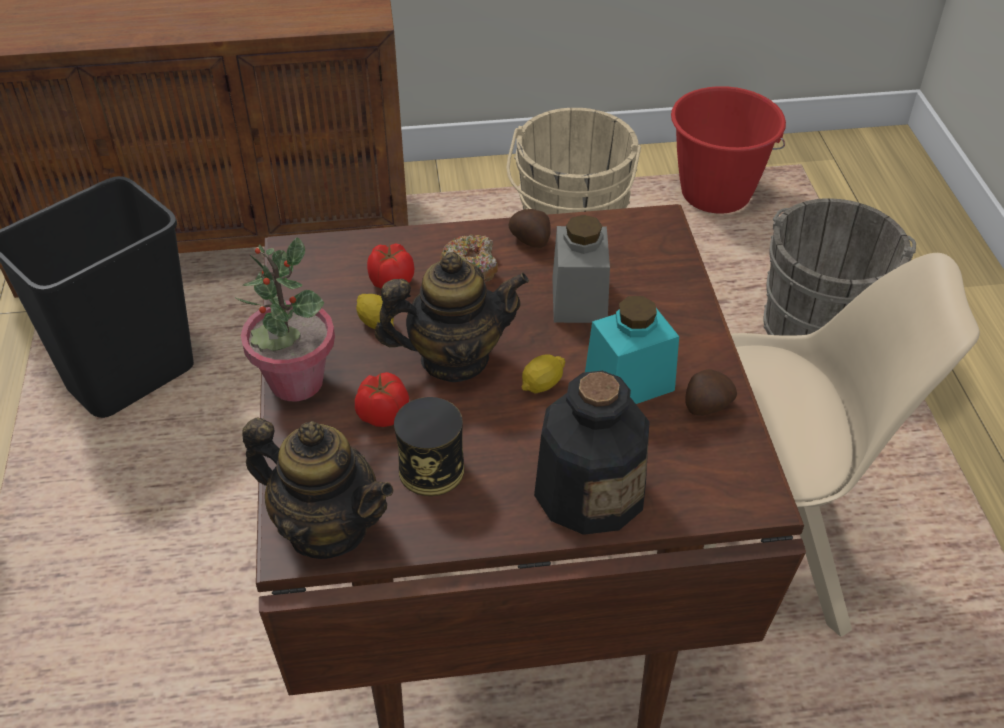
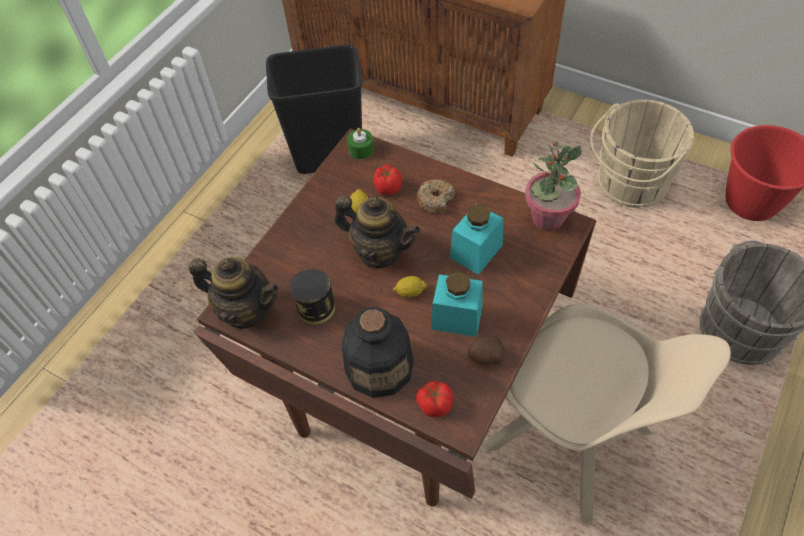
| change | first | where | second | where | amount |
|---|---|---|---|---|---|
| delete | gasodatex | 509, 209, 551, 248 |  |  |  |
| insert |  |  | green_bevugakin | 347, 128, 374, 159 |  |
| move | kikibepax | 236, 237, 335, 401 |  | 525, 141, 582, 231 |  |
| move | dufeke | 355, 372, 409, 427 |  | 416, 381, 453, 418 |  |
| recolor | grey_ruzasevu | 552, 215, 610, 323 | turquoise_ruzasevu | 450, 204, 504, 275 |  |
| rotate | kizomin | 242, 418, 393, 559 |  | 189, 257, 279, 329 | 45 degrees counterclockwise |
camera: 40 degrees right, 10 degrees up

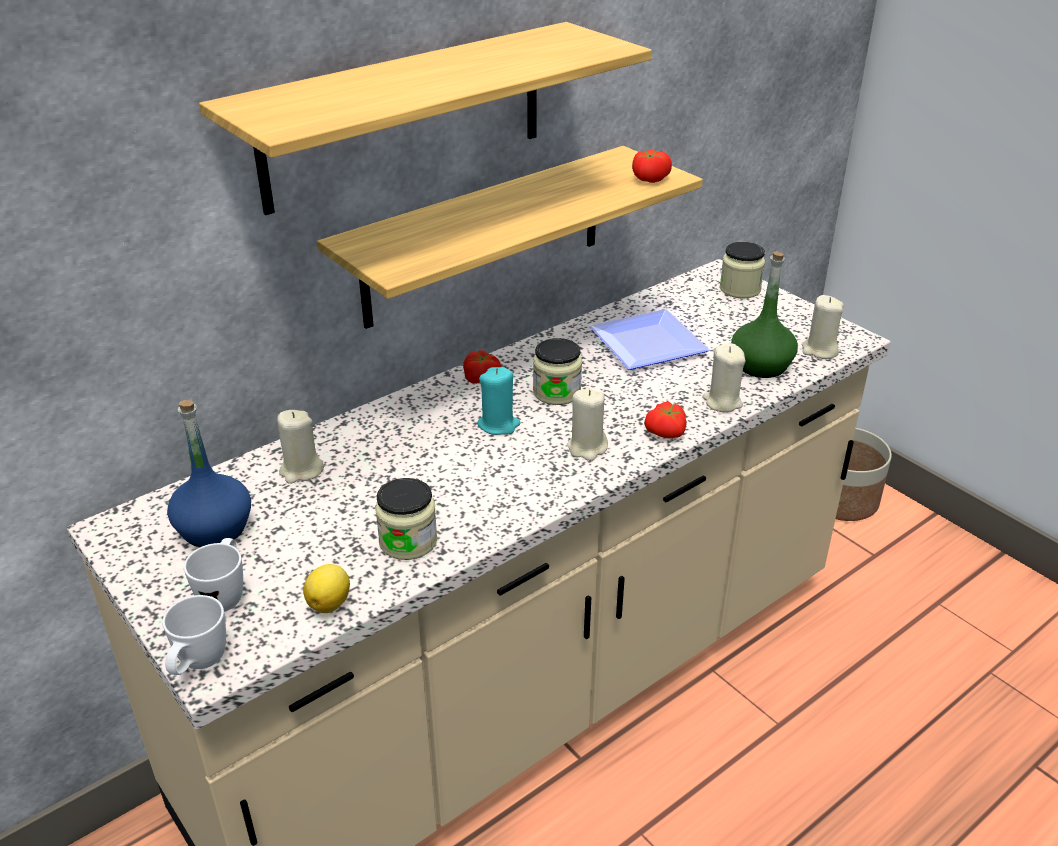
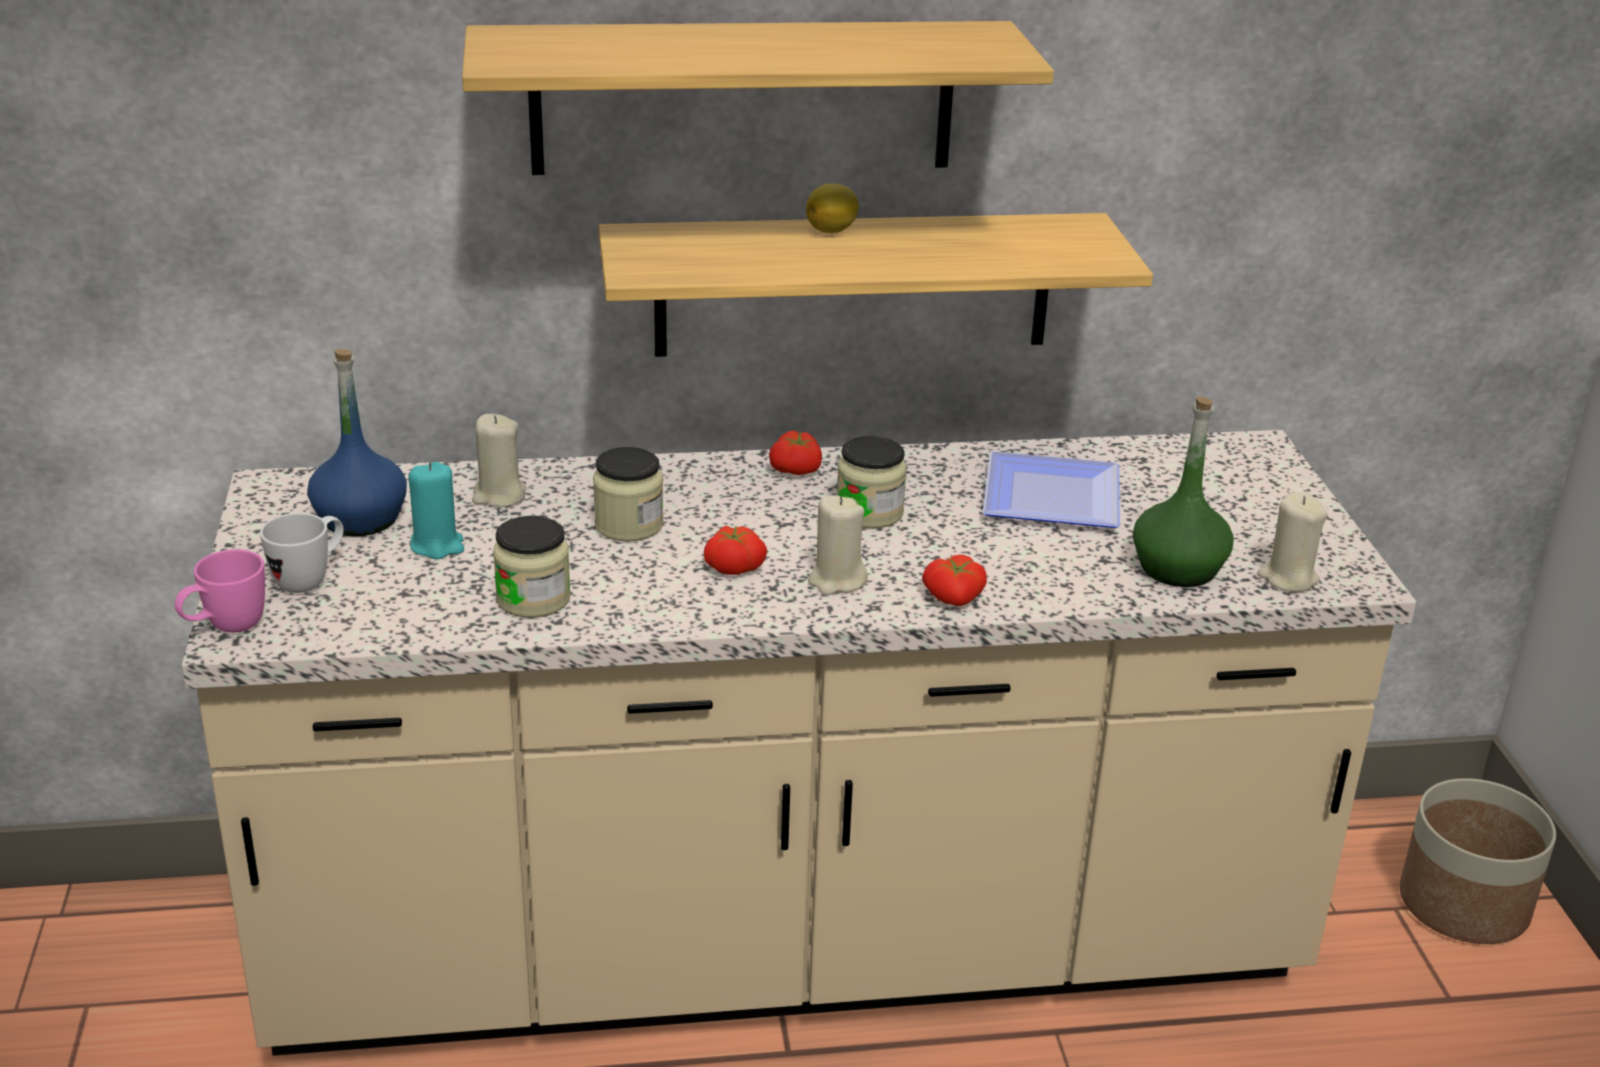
| change | first | where | second | where | amount |
|---|---|---|---|---|---|
| delete | beige_bevugakin | 702, 343, 745, 412 |  |  |  |
| move | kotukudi | 303, 564, 350, 613 |  | 806, 184, 859, 233 |  |
| move | turquoise_bevugakin | 477, 367, 521, 435 |  | 408, 462, 464, 559 |  |
| move | dufeke | 632, 150, 672, 183 |  | 704, 525, 767, 575 |  |
| move | ruzasevu | 720, 242, 765, 299 |  | 593, 447, 664, 542 |  |
| recolor | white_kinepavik | 162, 595, 226, 675 | pink_kinepavik | 175, 549, 265, 633 |  |
camera: 30 degrees right, 5 degrees down

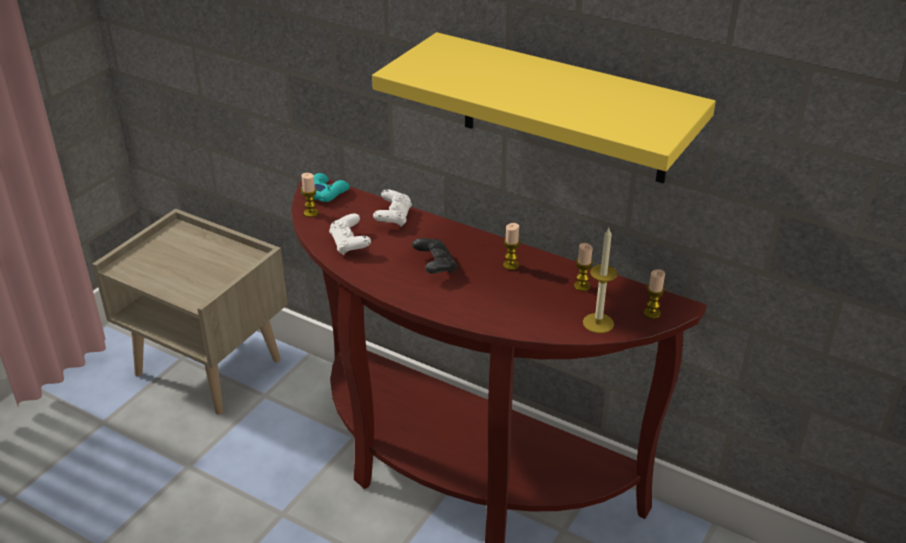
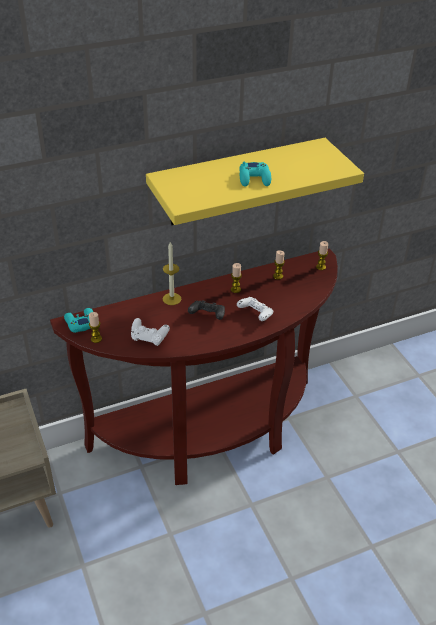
| change | first | where | second | where | amount |
|---|---|---|---|---|---|
| insert |  |  | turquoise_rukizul | 239, 162, 271, 187 |  |
| move | white_rukizul | 373, 189, 412, 227 |  | 237, 297, 273, 321 |  |
| move | bevugakin | 583, 228, 618, 333 |  | 163, 242, 182, 305 |  |
camera: 55 degrees left, 5 degrees up

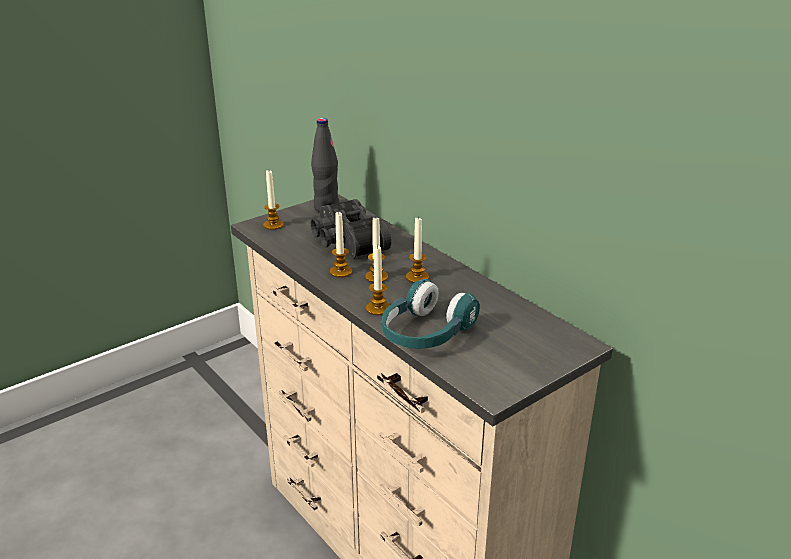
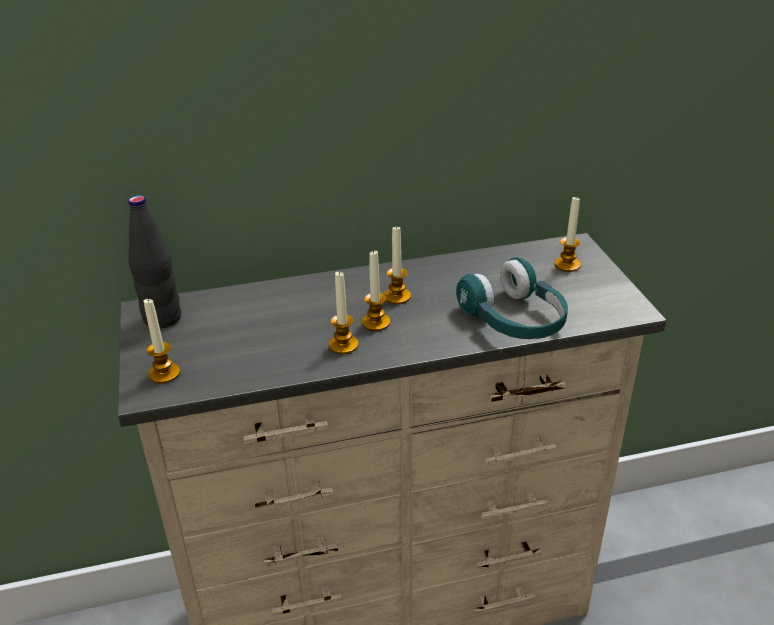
| change | first | where | second | where | amount |
|---|---|---|---|---|---|
| delete | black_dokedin | 311, 199, 392, 258 |  |  |  |
| move | bevugakin | 366, 245, 390, 315 |  | 554, 197, 581, 272 |  |
camera: 65 degrees left, 5 degrees up

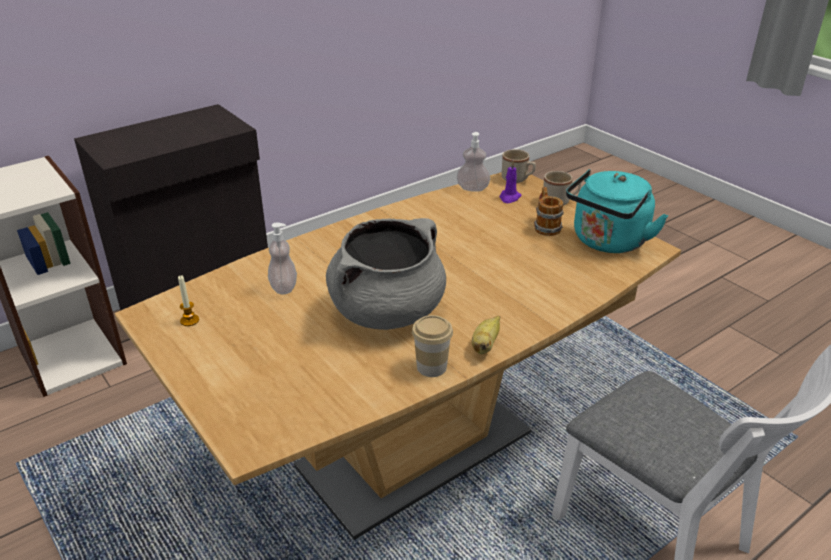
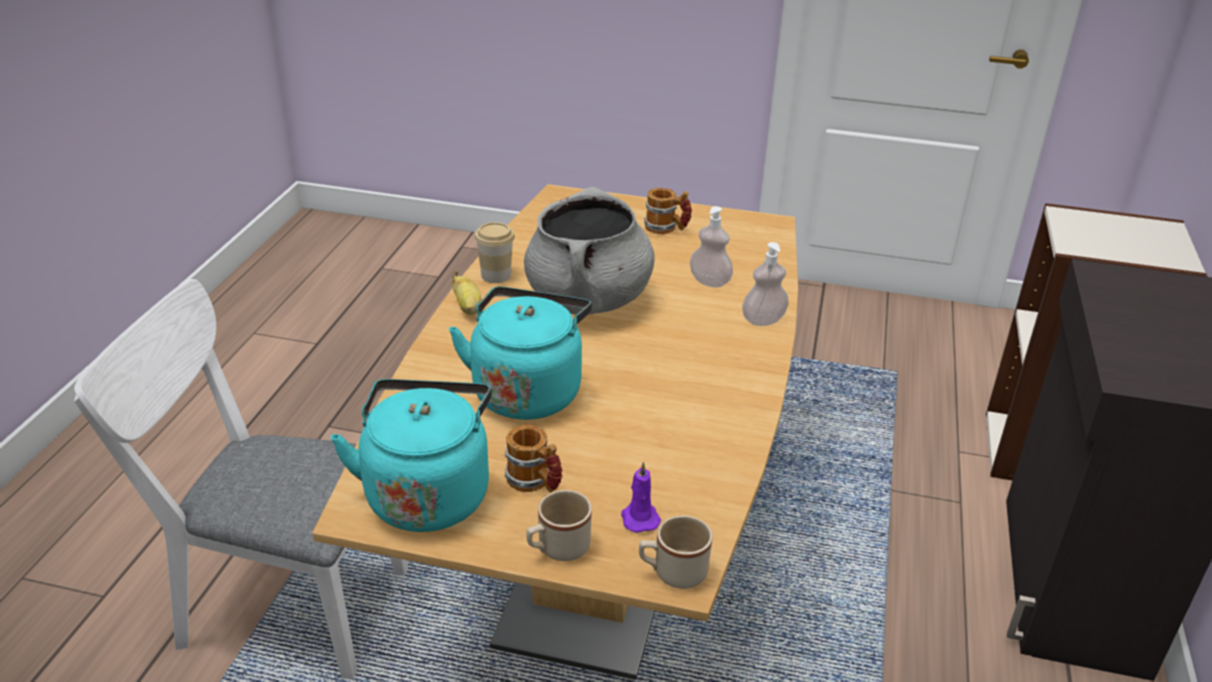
| change | first | where | second | where | amount |
|---|---|---|---|---|---|
| delete | bevugakin | 178, 275, 199, 326 |  |  |  |
| insert |  |  | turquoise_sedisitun | 449, 287, 592, 420 |  |
| insert |  |  | kinepavik | 644, 188, 692, 234 |  |
| move | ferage | 457, 132, 490, 192 |  | 742, 242, 789, 326 |  |
camera: 140 degrees right, 0 degrees up

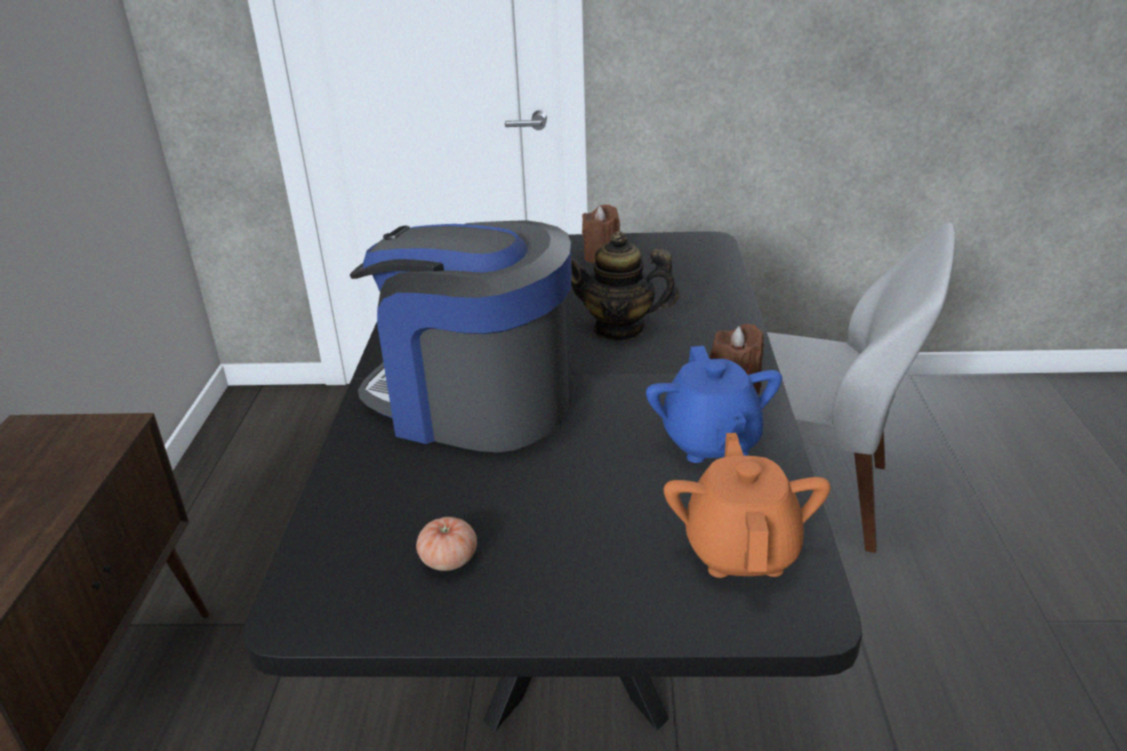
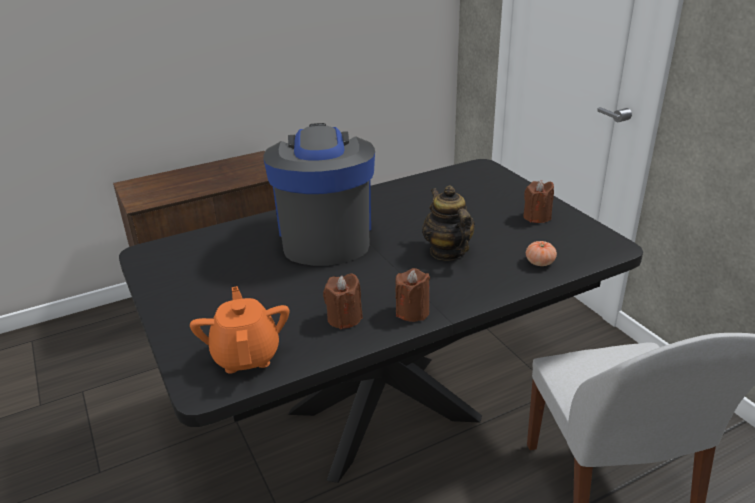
| change | first | where | second | where | amount |
|---|---|---|---|---|---|
| move | dufeke | 416, 517, 477, 571 |  | 526, 241, 557, 266 |  |
| replace | blue_kizomin | 646, 346, 782, 463 | brown_bevugakin | 323, 273, 363, 329 |  |
| rotate | orange_kizomin | 664, 433, 831, 578 |  | 190, 286, 289, 374 | 75 degrees counterclockwise |
camera: 60 degrees right, 0 degrees up

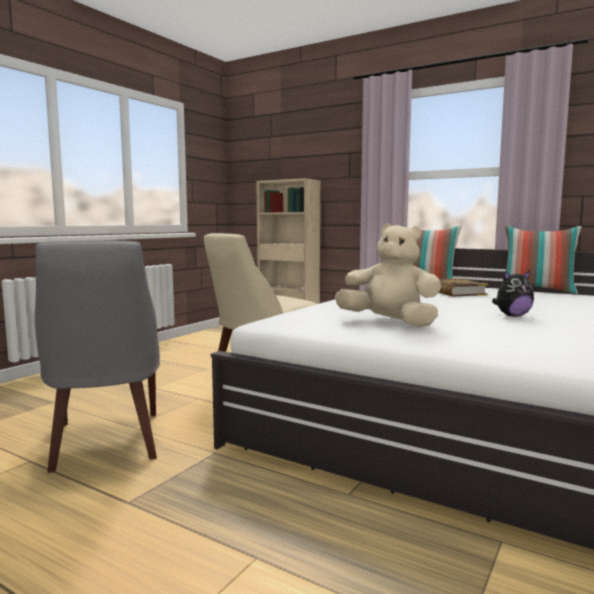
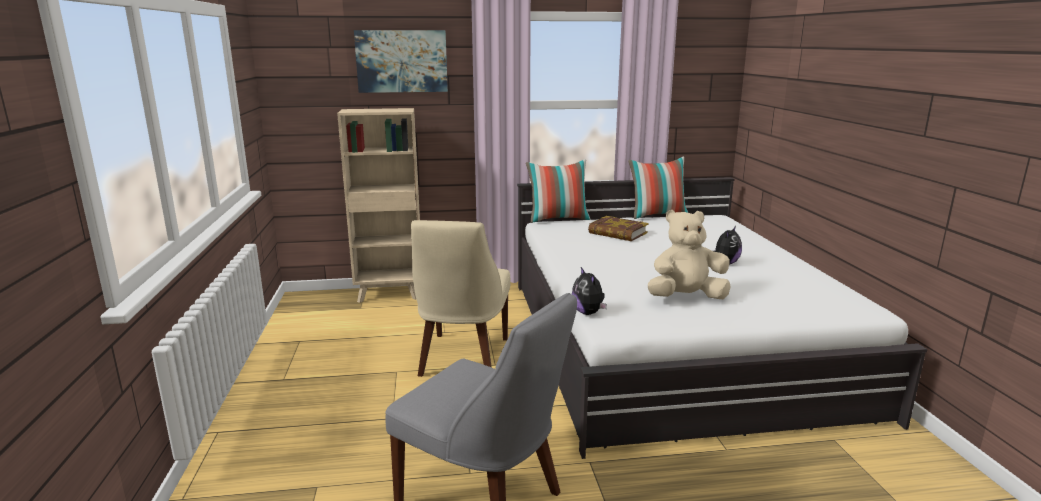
| change | first | where | second | where | amount |
|---|---|---|---|---|---|
| insert |  |  | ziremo | 354, 30, 448, 93 |  |
| insert |  |  | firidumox | 572, 267, 607, 315 |  |
camera: 40 degrees left, 10 degrees up

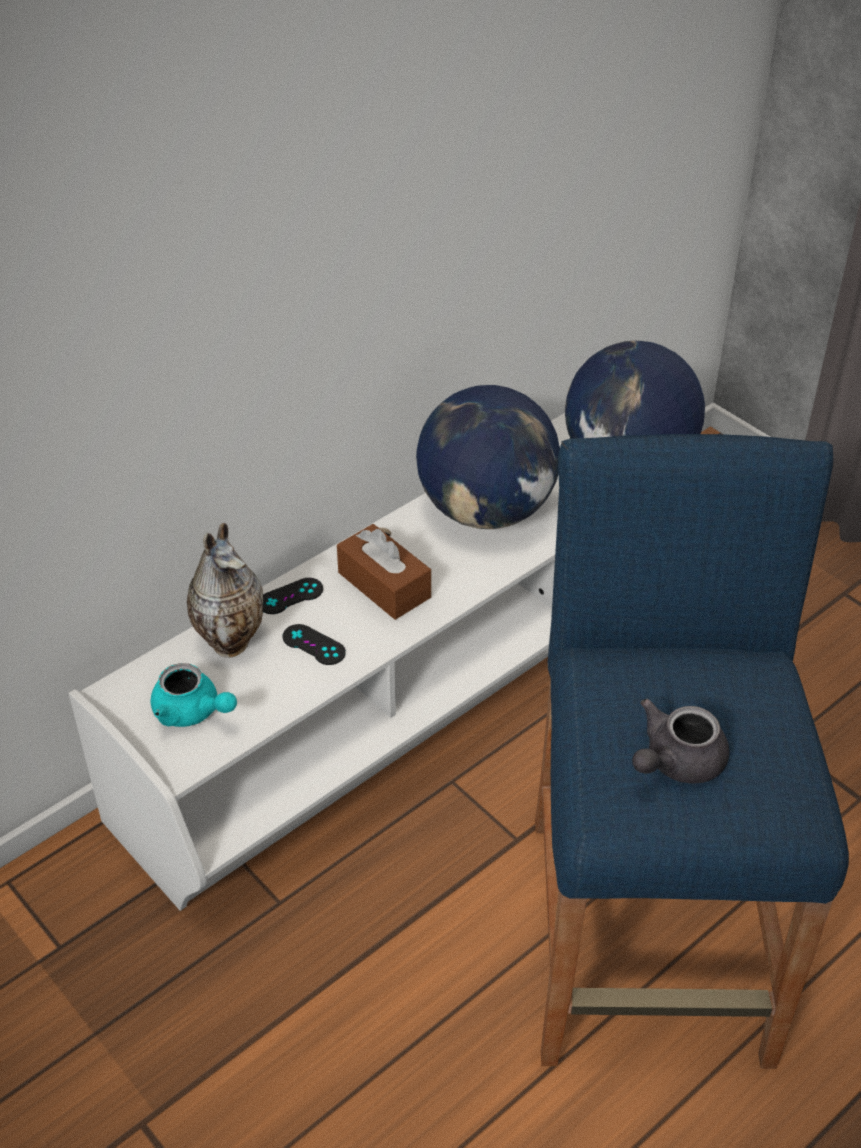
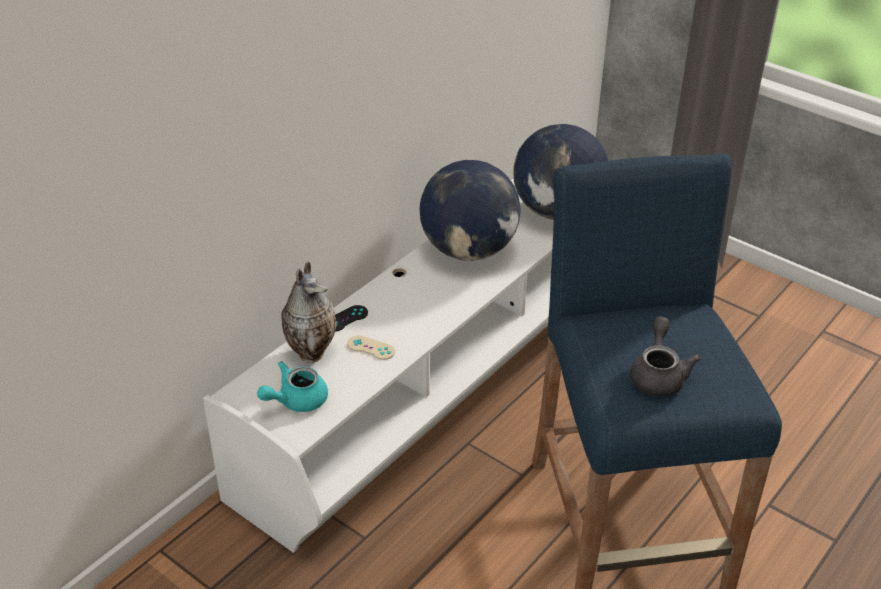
| change | first | where | second | where | amount |
|---|---|---|---|---|---|
| delete | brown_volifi | 337, 524, 431, 620 |  |  |  |
| recolor | black_rukizul | 283, 624, 346, 665 | beige_rukizul | 347, 336, 395, 360 |  |
| rotate | turquoise_kizomin | 151, 663, 237, 727 |  | 257, 361, 328, 412 | 120 degrees clockwise |
| rotate | grey_kizomin | 632, 699, 729, 783 |  | 630, 316, 701, 397 | 150 degrees clockwise |
camera: 10 degrees left, 5 degrees down

